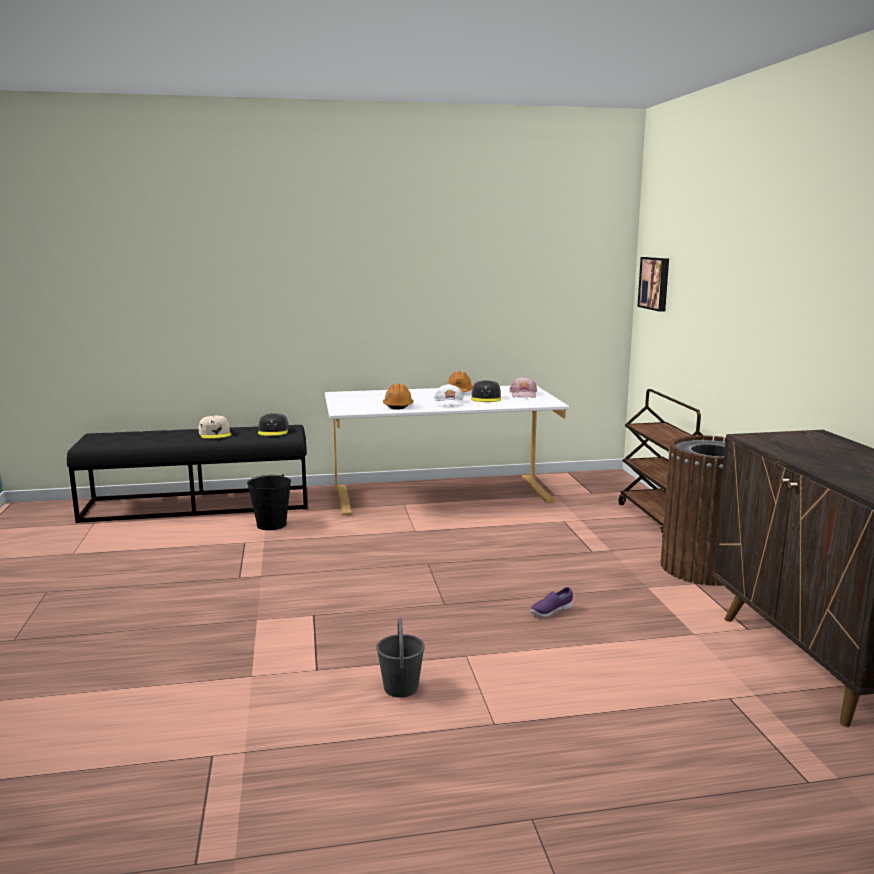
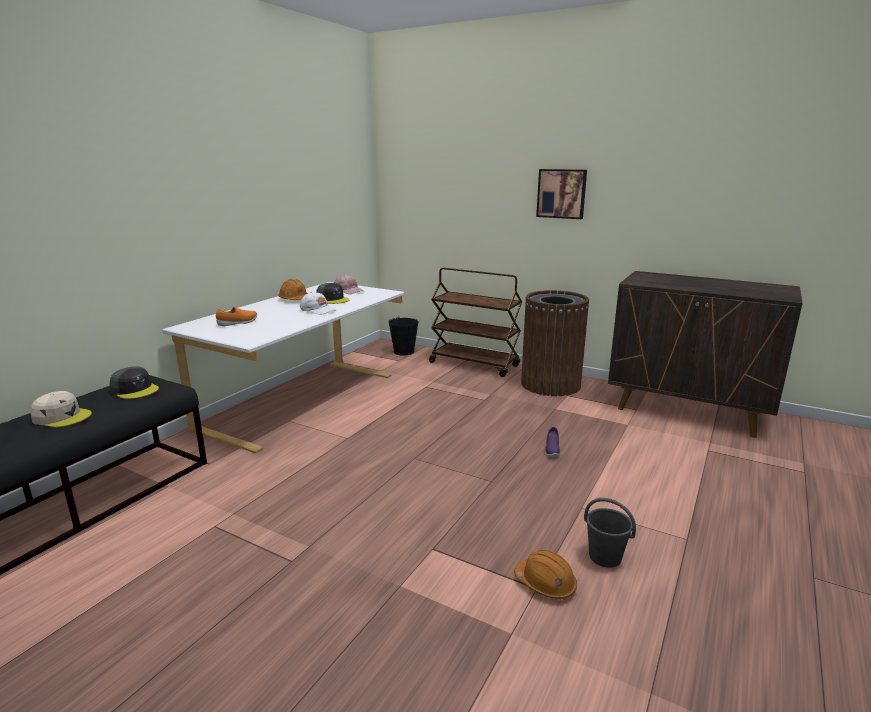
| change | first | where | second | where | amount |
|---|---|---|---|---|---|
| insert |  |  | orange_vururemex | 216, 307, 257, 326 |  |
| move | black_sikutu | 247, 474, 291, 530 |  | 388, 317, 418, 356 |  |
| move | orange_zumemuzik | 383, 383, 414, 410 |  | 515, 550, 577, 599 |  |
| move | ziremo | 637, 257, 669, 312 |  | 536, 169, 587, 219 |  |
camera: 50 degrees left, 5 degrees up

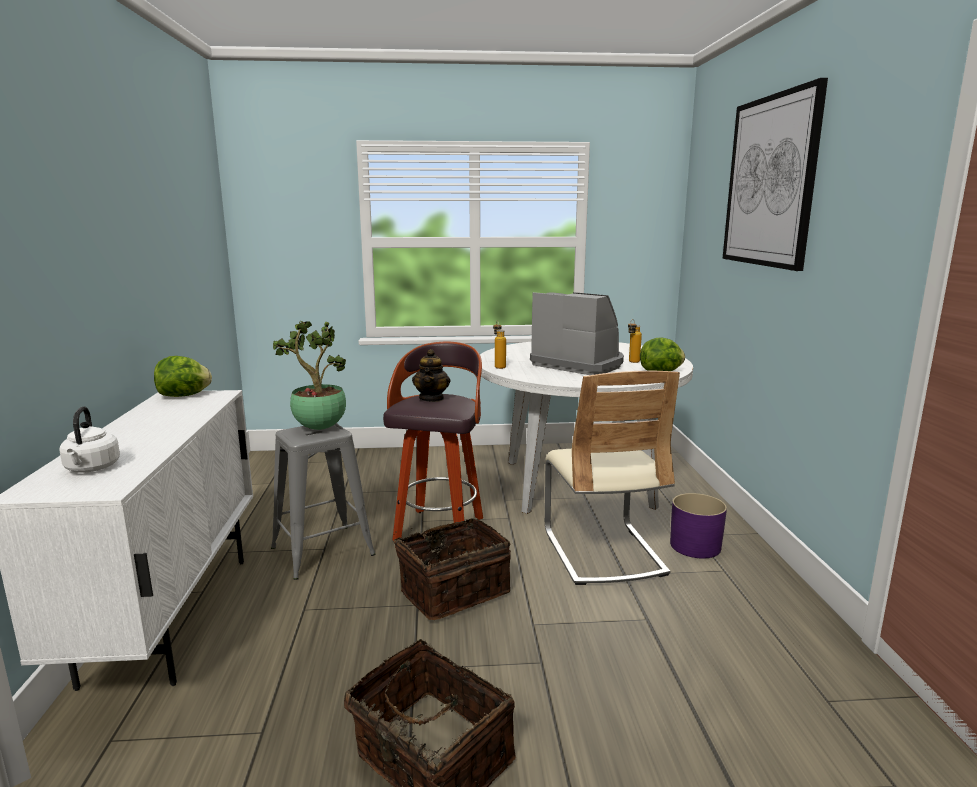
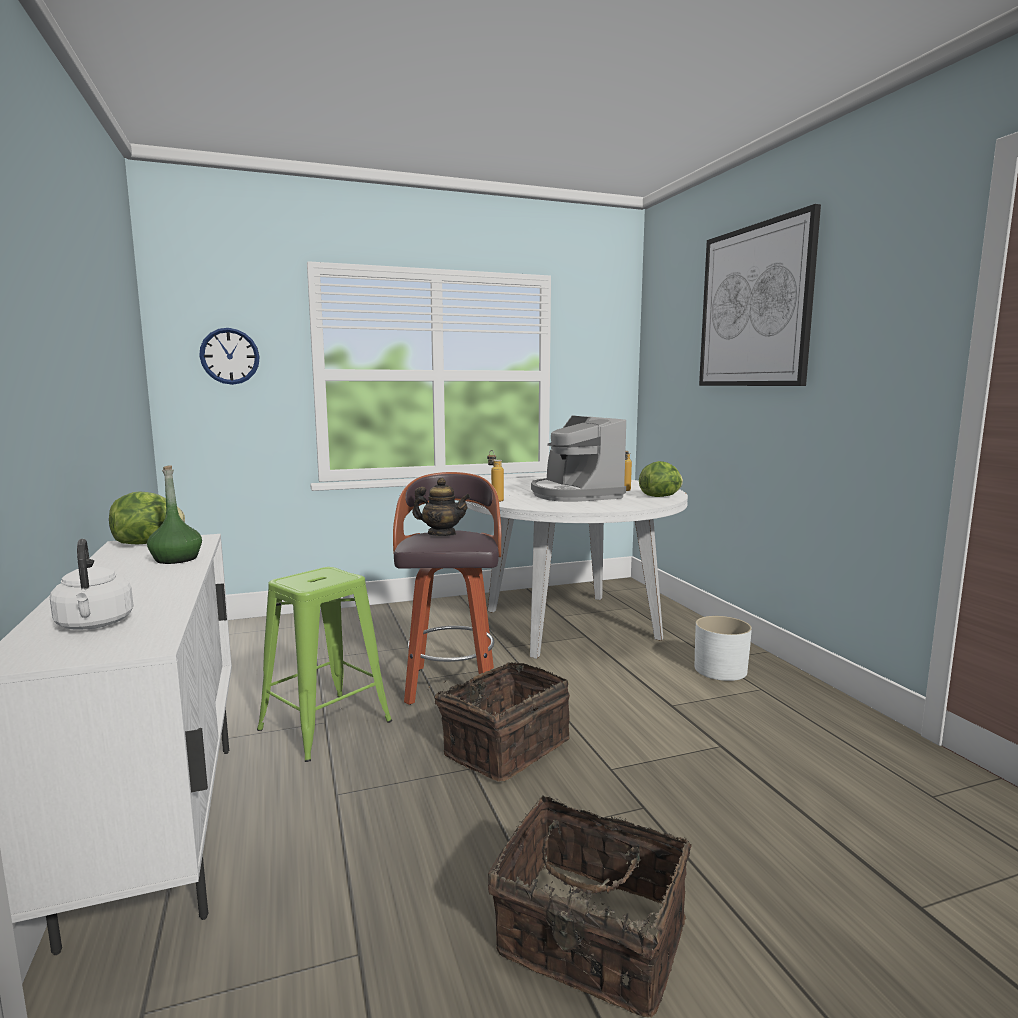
| change | first | where | second | where | amount |
|---|---|---|---|---|---|
| delete | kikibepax | 273, 321, 346, 430 |  |  |  |
| delete | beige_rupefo | 545, 371, 680, 585 |  |  |  |
| insert |  |  | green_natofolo | 147, 465, 202, 564 |  |
| insert |  |  | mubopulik | 199, 328, 260, 385 |  |
| recolor | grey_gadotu | 271, 423, 376, 580 | green_gadotu | 257, 567, 392, 762 |  |
| recolor | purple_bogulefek | 670, 493, 727, 558 | white_bogulefek | 695, 616, 752, 681 |  |
| rotate | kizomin | 412, 349, 450, 402 |  | 412, 478, 470, 536 | 60 degrees counterclockwise |
| rotate | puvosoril | 530, 292, 624, 375 |  | 531, 416, 626, 502 | 135 degrees counterclockwise |
camera: 15 degrees left, 5 degrees down

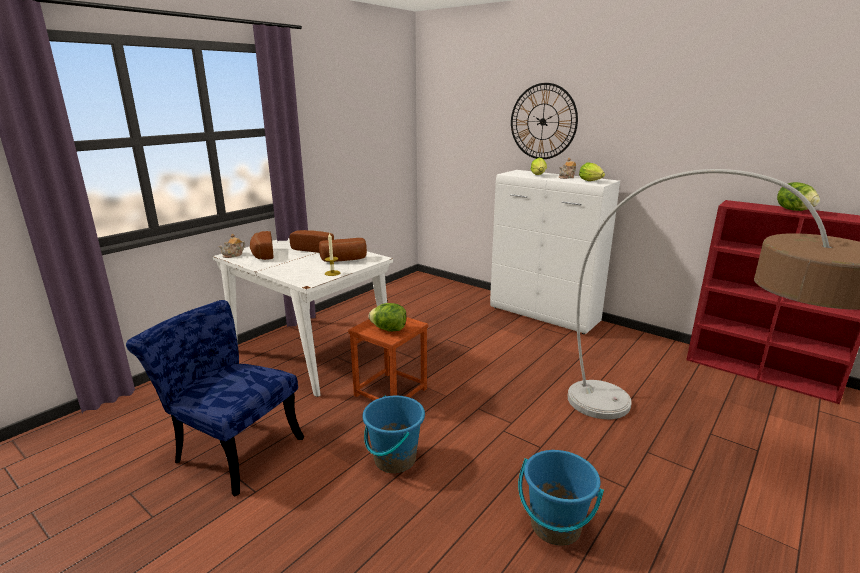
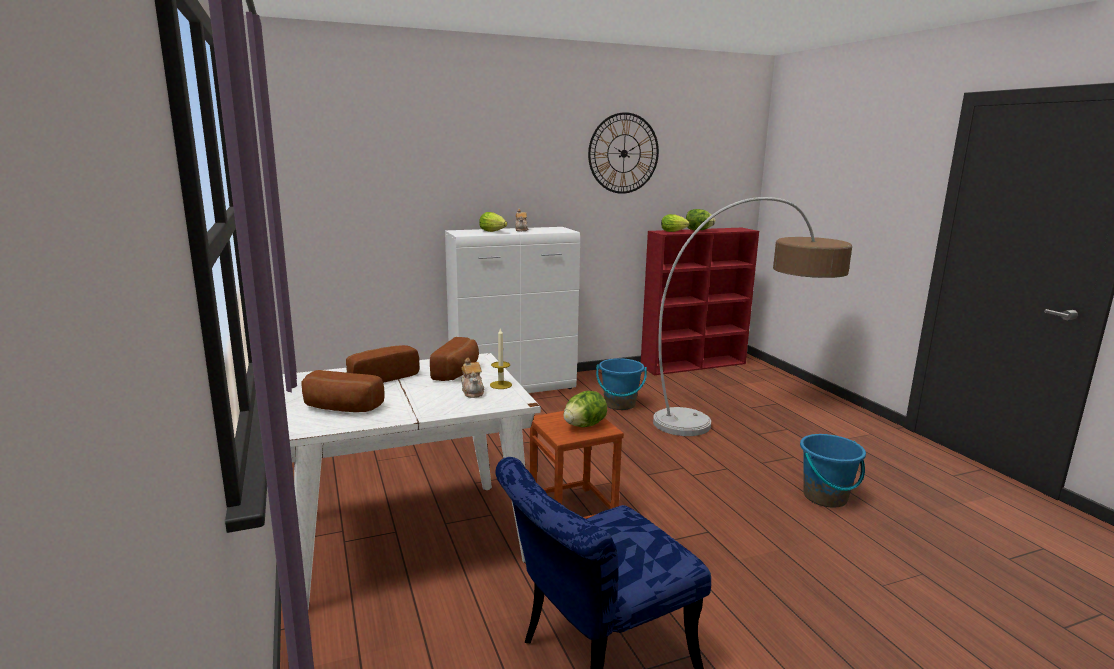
| change | first | where | second | where | amount |
|---|---|---|---|---|---|
| move | kizomin | 219, 234, 245, 258 |  | 461, 358, 484, 398 |  |
| move | blue_sikutu | 363, 396, 425, 473 |  | 596, 358, 647, 410 |  |
| move | mubopulik | 511, 83, 578, 159 |  | 588, 112, 659, 194 |  |
| move | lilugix | 579, 162, 605, 181 |  | 661, 214, 689, 232 |  |
camera: 60 degrees left, 5 degrees down

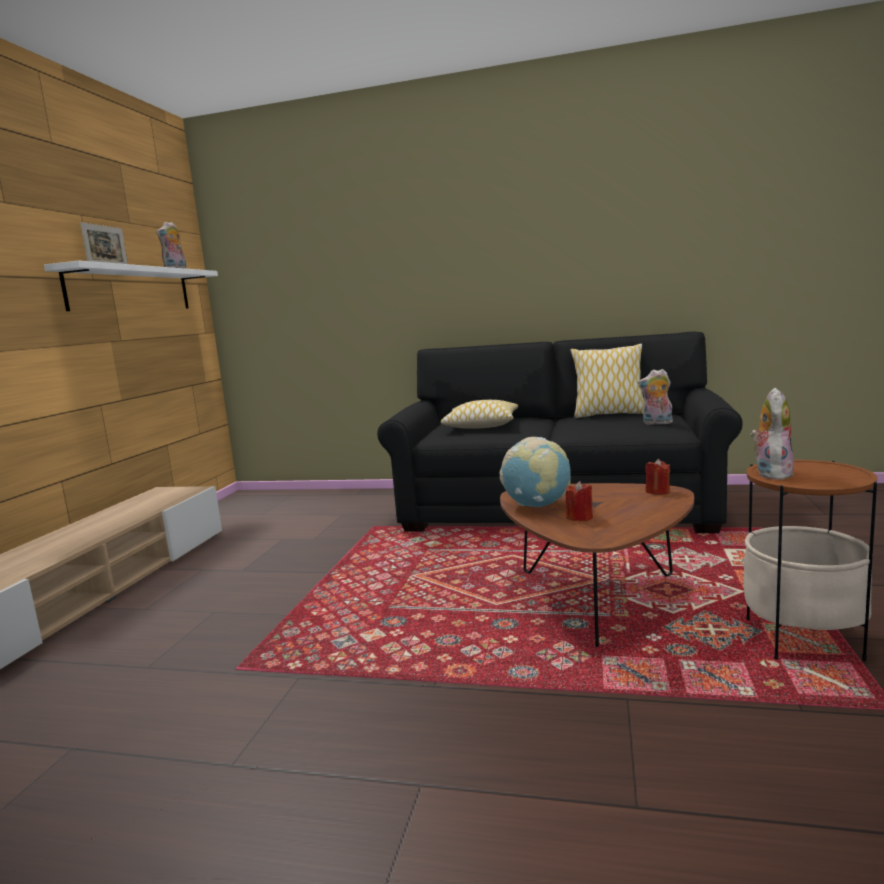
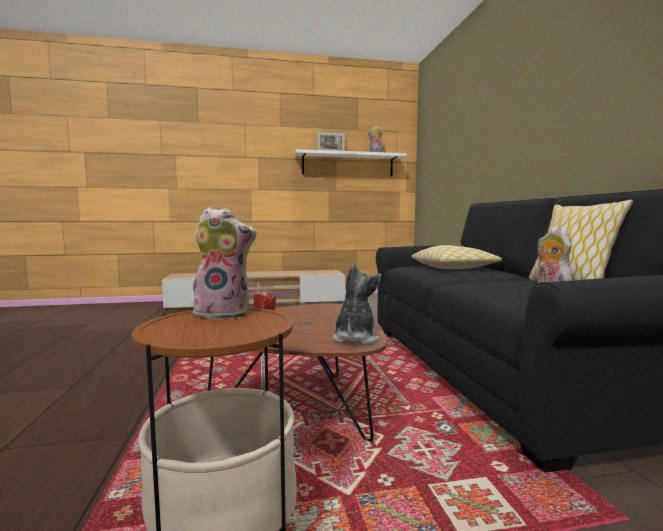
| change | first | where | second | where | amount |
|---|---|---|---|---|---|
| delete | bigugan | 499, 437, 571, 507 |  |  |  |
| replace | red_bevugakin | 645, 459, 670, 495 | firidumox | 332, 263, 382, 345 |  |
camera: 65 degrees right, 5 degrees down

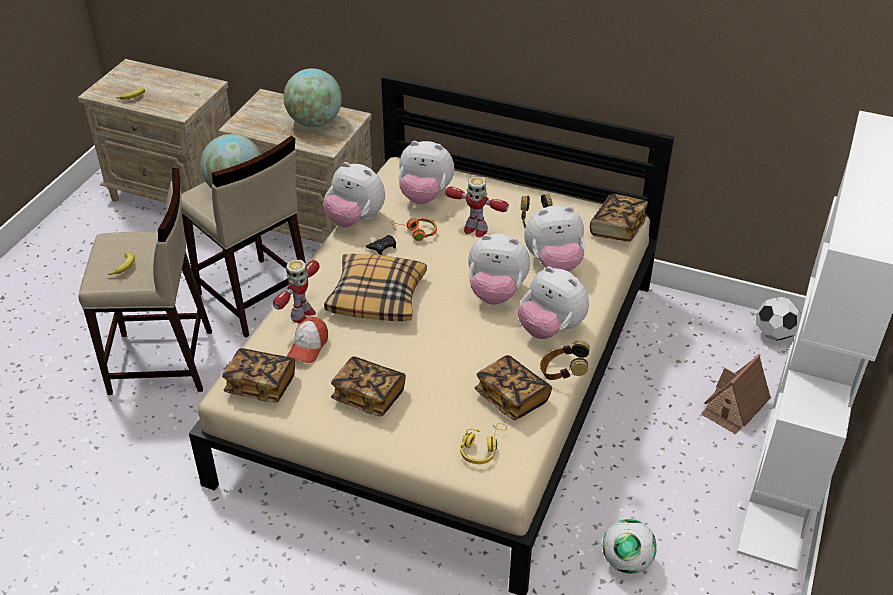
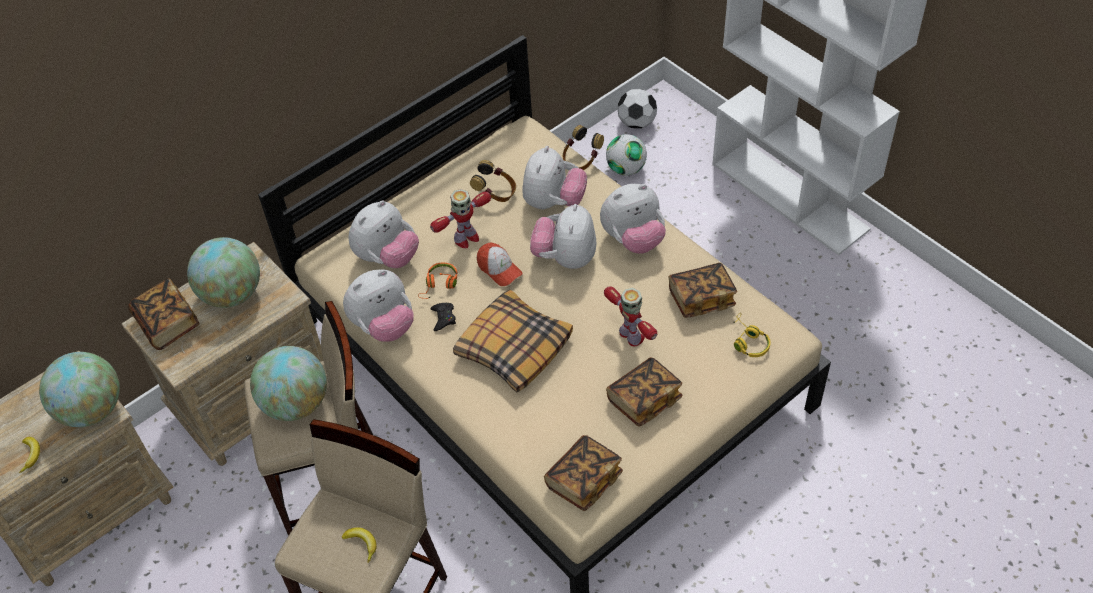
| change | first | where | second | where | amount |
|---|---|---|---|---|---|
| delete | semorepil | 701, 354, 771, 434 |  |  |  |
| insert |  |  | bigugan | 39, 352, 120, 427 |  |
| move | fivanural | 273, 260, 320, 323 |  | 604, 286, 657, 347 |  |
| move | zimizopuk | 287, 317, 328, 363 |  | 477, 242, 523, 286 |  |
| move | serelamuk | 540, 341, 590, 380 |  | 563, 125, 604, 170 |  |
| move | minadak | 590, 194, 648, 242 |  | 128, 278, 200, 350 |  |
| move | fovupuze | 602, 519, 657, 574 |  | 606, 134, 647, 175 |  |
| rotate | firidumox | 468, 234, 530, 305 |  | 530, 204, 596, 269 | 150 degrees clockwise |
camera: 60 degrees left, 10 degrees up

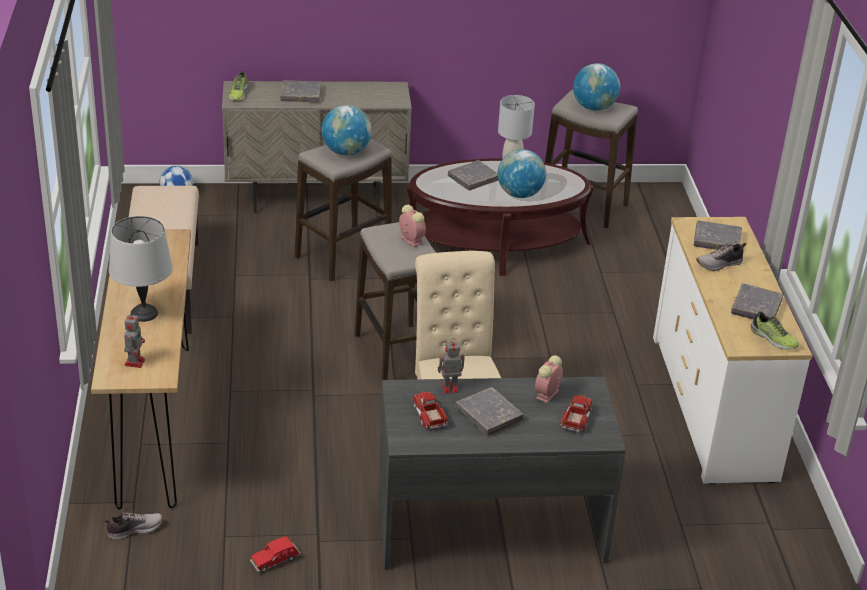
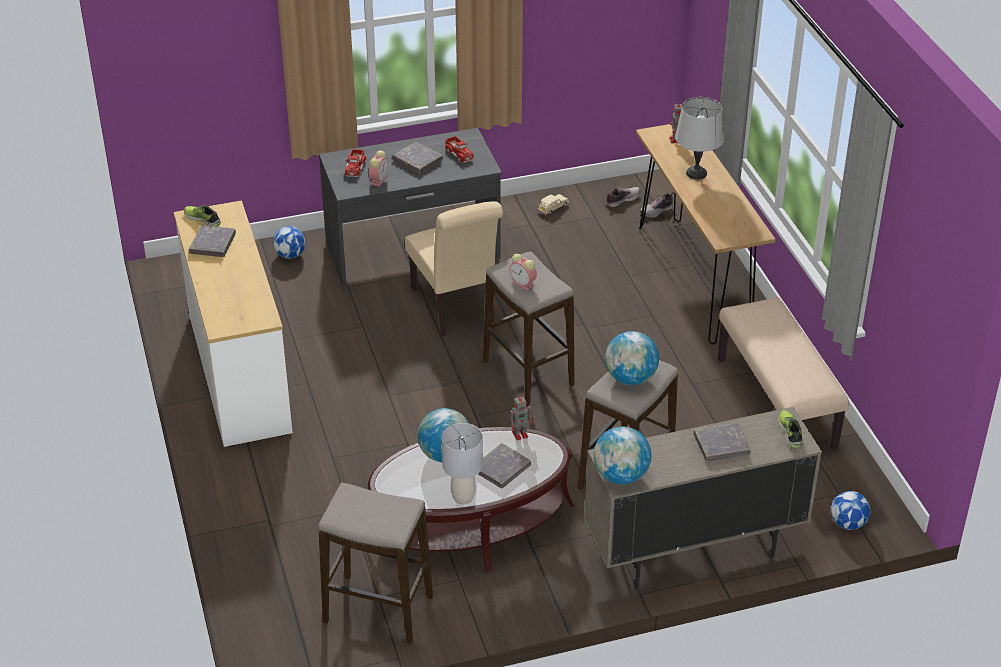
| change | first | where | second | where | amount |
|---|---|---|---|---|---|
| delete | grey_minadak | 694, 220, 742, 250 |  |  |  |
| insert |  |  | fovupuze | 273, 226, 306, 259 |  |
| move | fivanural | 438, 338, 464, 394 |  | 510, 395, 532, 440 |  |
| move | bigugan | 573, 63, 620, 111 |  | 593, 427, 651, 484 |  |
| move | vururemex | 696, 243, 746, 271 |  | 606, 187, 640, 207 |  |
| recolor | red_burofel | 250, 536, 301, 573 | beige_burofel | 537, 194, 569, 215 |  |
camera: 170 degrees right, 5 degrees up

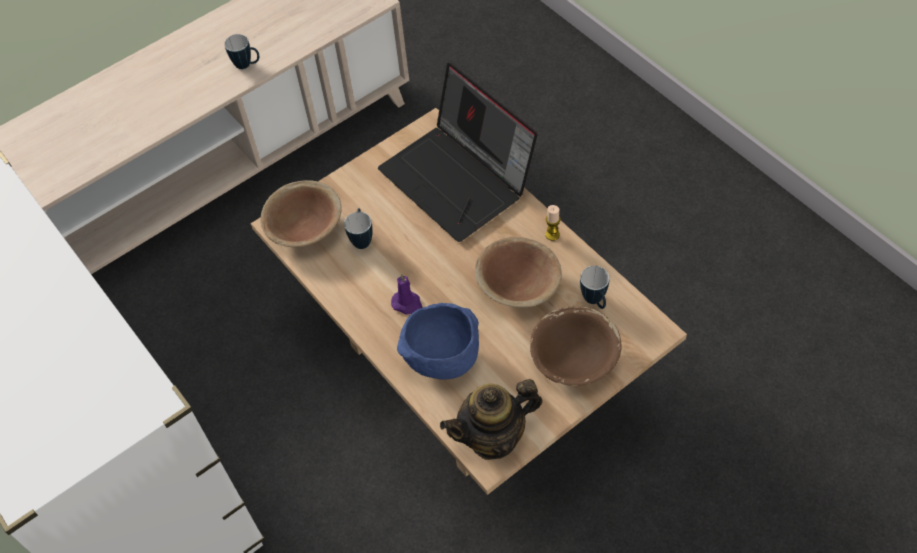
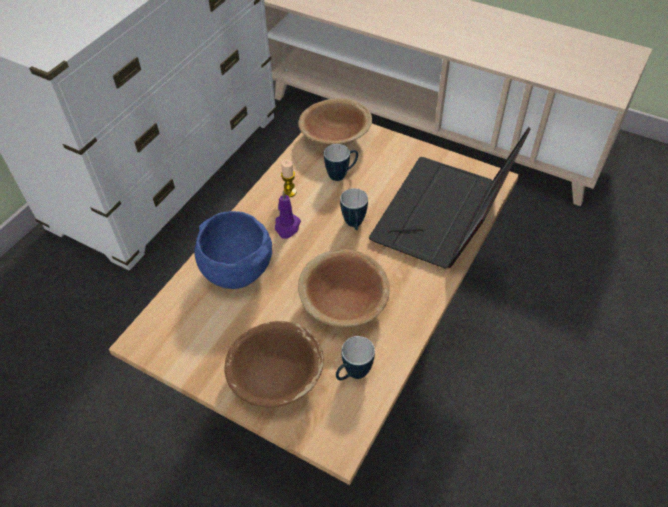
| change | first | where | second | where | amount |
|---|---|---|---|---|---|
| delete | kizomin | 440, 379, 543, 460 |  |  |  |
| move | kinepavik | 224, 34, 259, 69 |  | 340, 188, 368, 230 |  |
| move | bevugakin | 545, 205, 561, 241 |  | 281, 159, 296, 197 |  |
camera: 65 degrees right, 5 degrees down

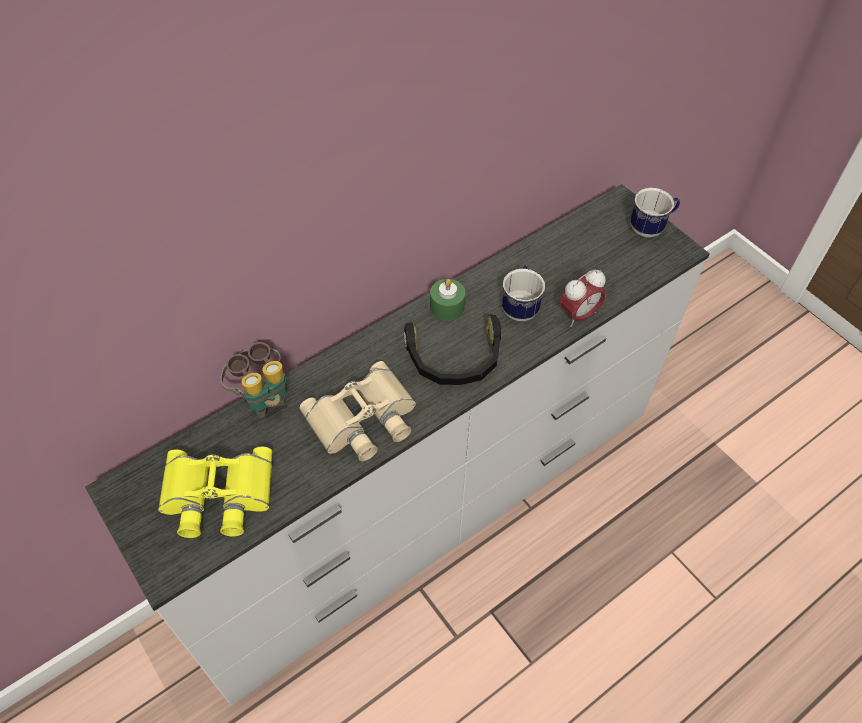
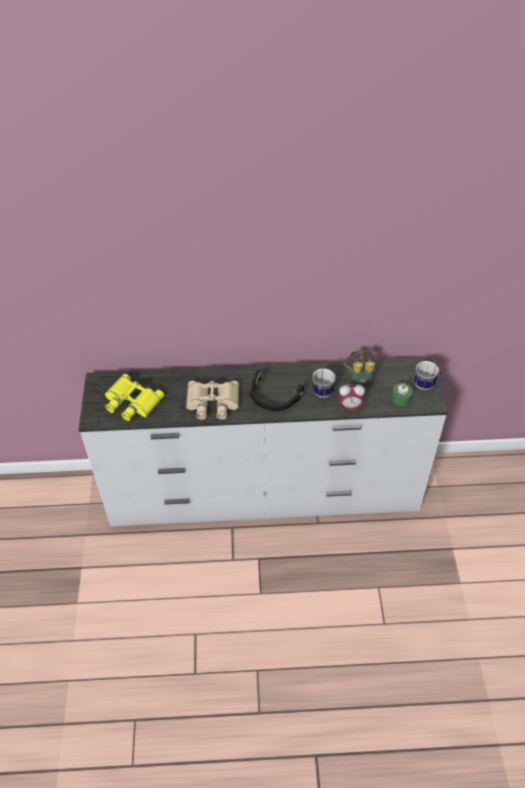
| change | first | where | second | where | amount |
|---|---|---|---|---|---|
| move | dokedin | 221, 342, 287, 418 |  | 344, 350, 377, 386 |  |
| move | green_bevugakin | 430, 279, 465, 321 |  | 391, 383, 413, 406 |  |
camera: 35 degrees right, 5 degrees down

